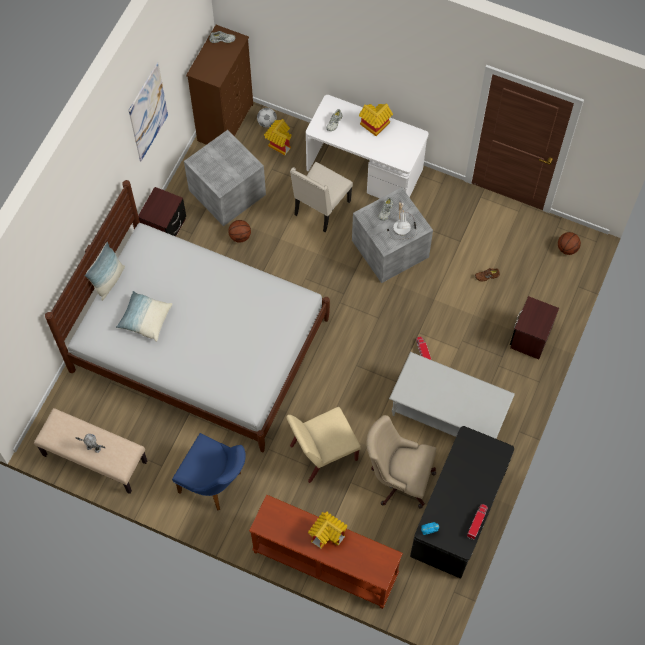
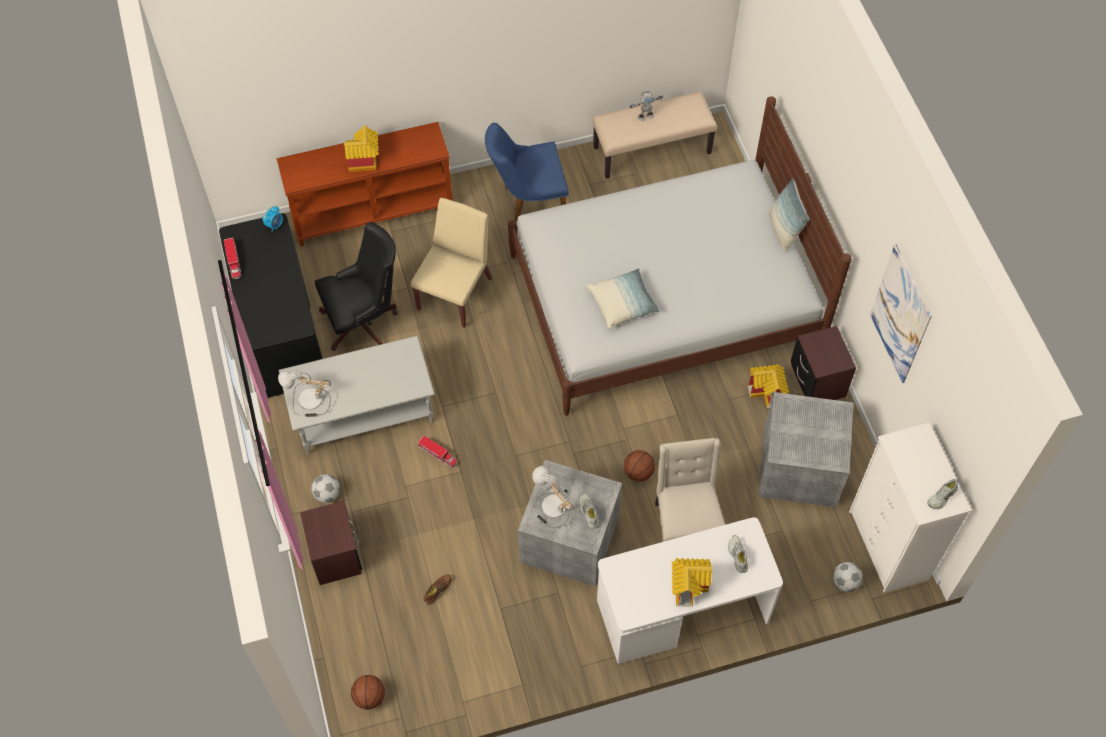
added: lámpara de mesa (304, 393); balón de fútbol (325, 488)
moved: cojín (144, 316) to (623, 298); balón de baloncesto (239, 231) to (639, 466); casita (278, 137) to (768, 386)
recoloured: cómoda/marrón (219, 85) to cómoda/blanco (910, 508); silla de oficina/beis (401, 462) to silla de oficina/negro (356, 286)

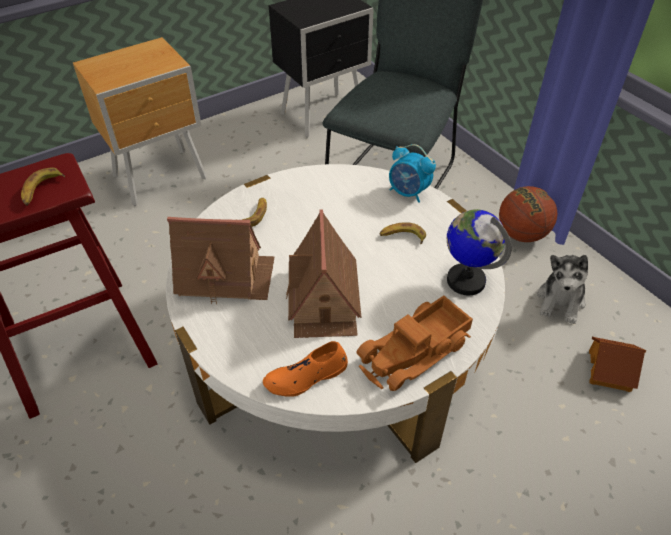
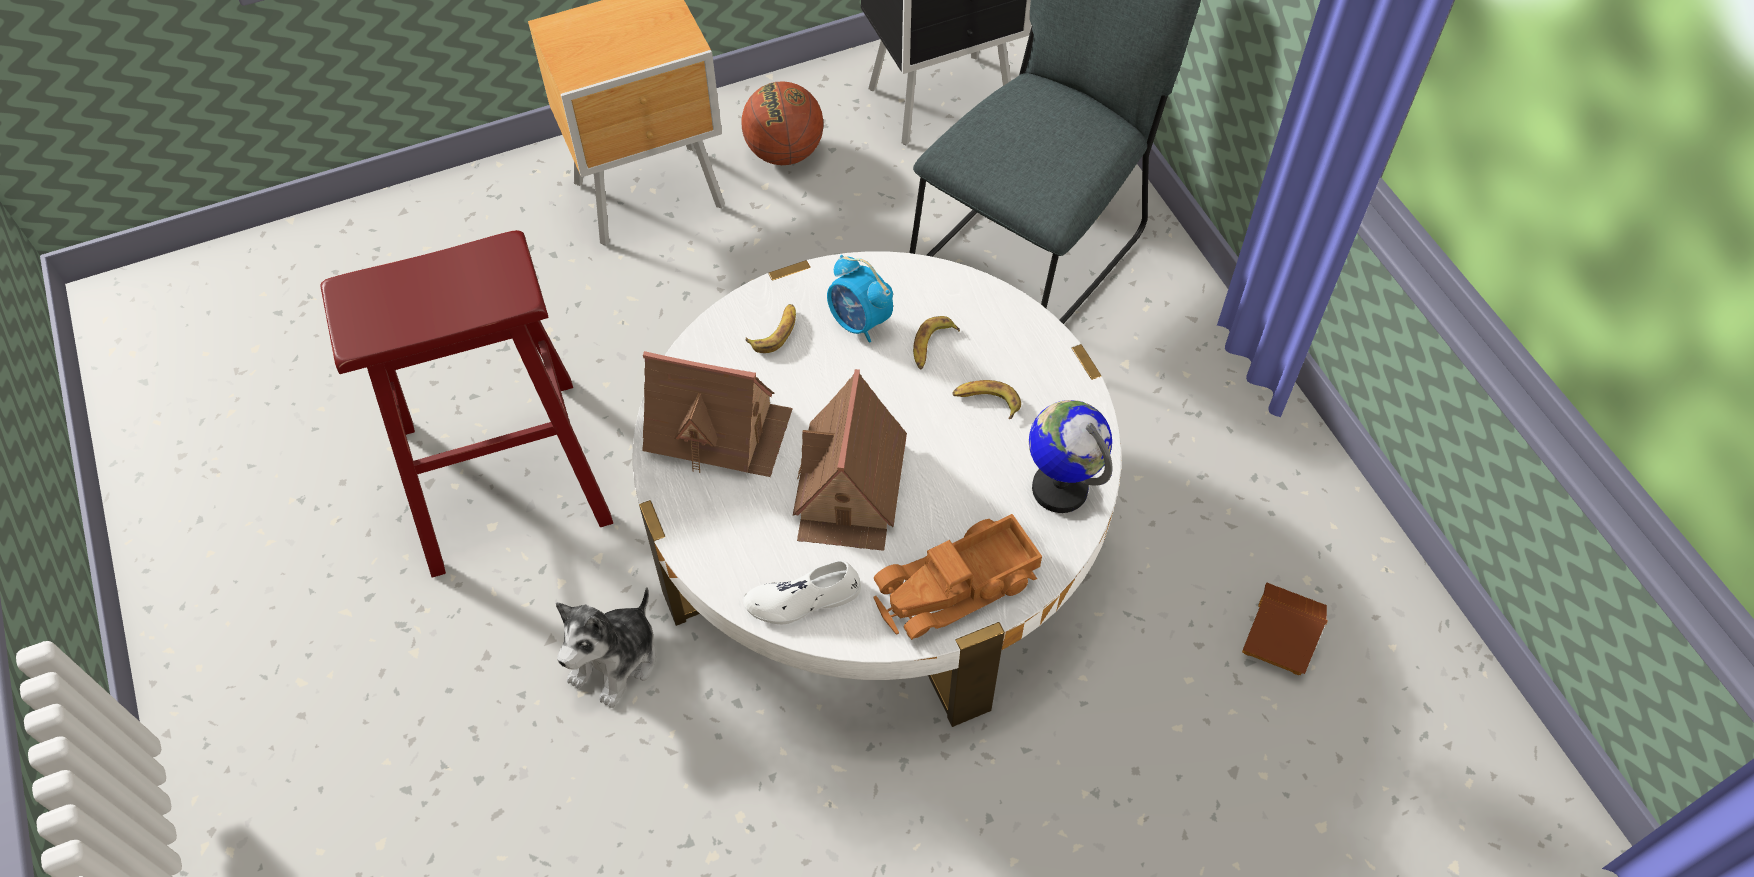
moved: plátano (43, 186) to (936, 343); despertador (412, 173) to (860, 299); balón de baloncesto (528, 214) to (782, 123); peluche (562, 289) to (606, 647)
recoloured: zapato/naranja (305, 369) to zapato/blanco (802, 592)

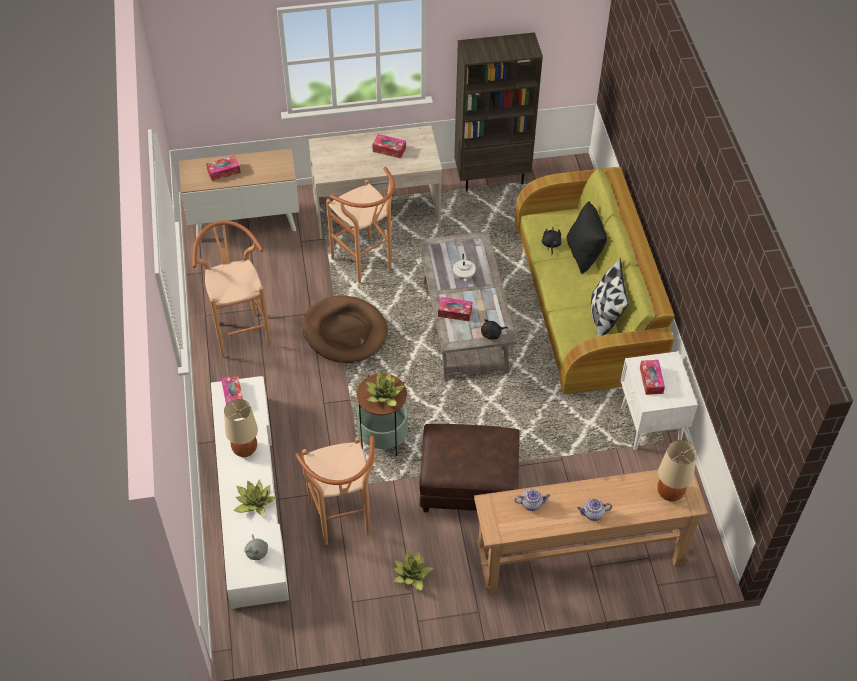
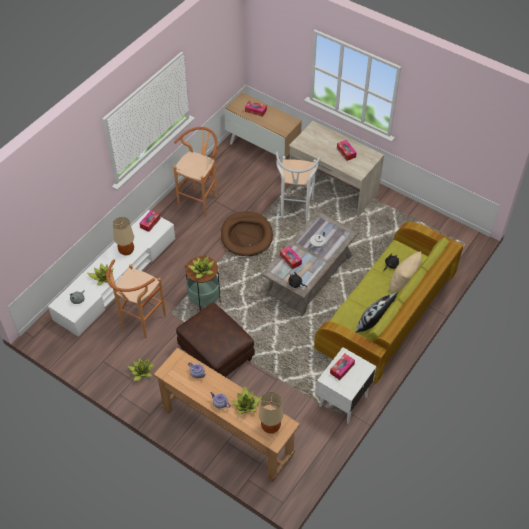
removed: estantería/marrón (498, 111)
added: planta en maceta (247, 400)
recoloured: taburete/marrón (360, 225) to taburete/blanco (298, 186); cojín/negro (587, 237) to cojín/beis (405, 272)

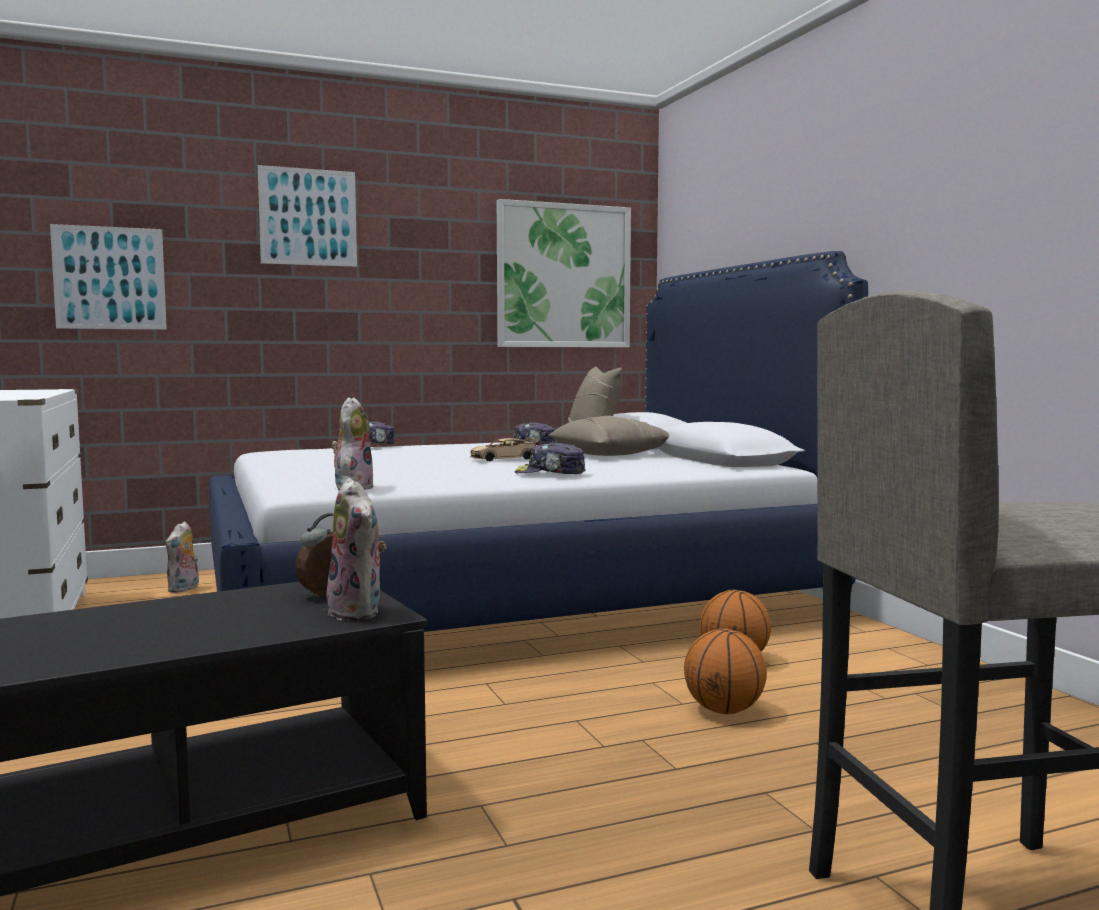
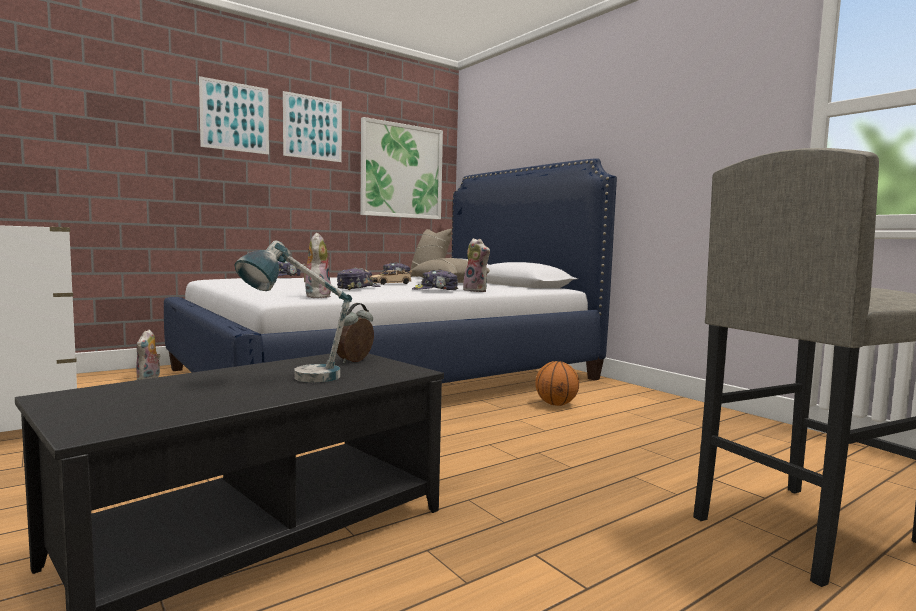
removed: balón de baloncesto (725, 671)
added: lámpara de mesa (293, 312); gorra (359, 279)
moved: cuadro (108, 277) to (312, 126); peluche (356, 549) to (476, 265)

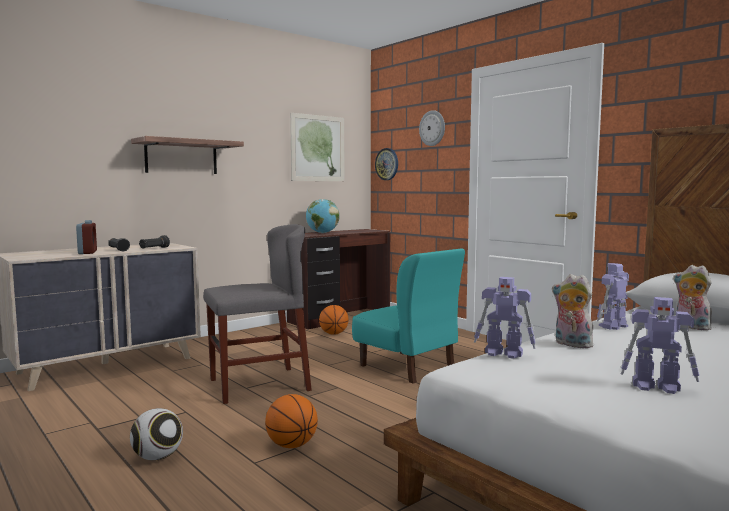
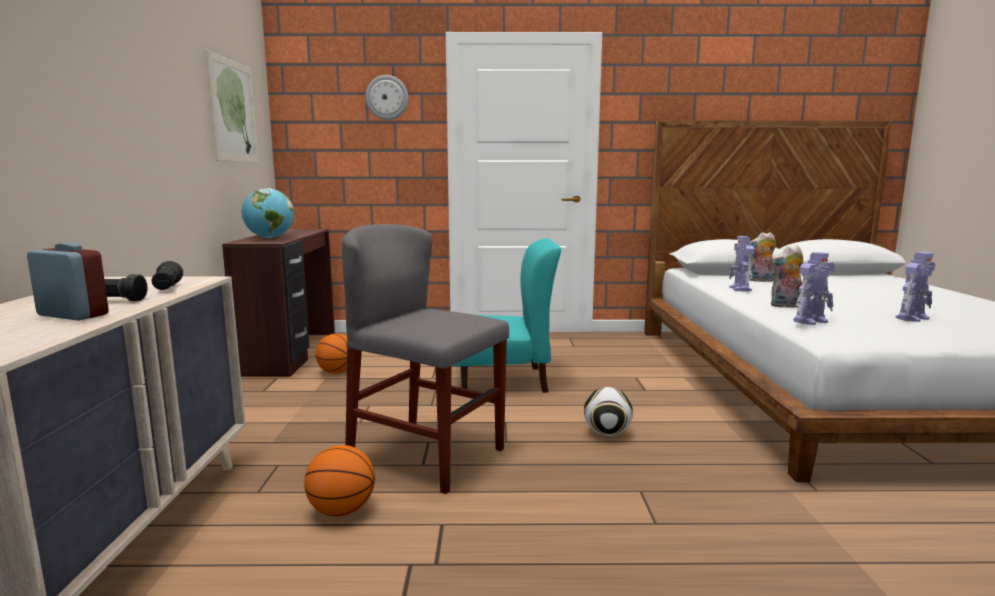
removed: estante (187, 155); reloj de pared (386, 164)
moved: balón de fútbol (156, 434) to (608, 411); balón de baloncesto (291, 421) to (339, 481)
turned: silla/gris (257, 314) = (425, 359) 75 degrees counterclockwise

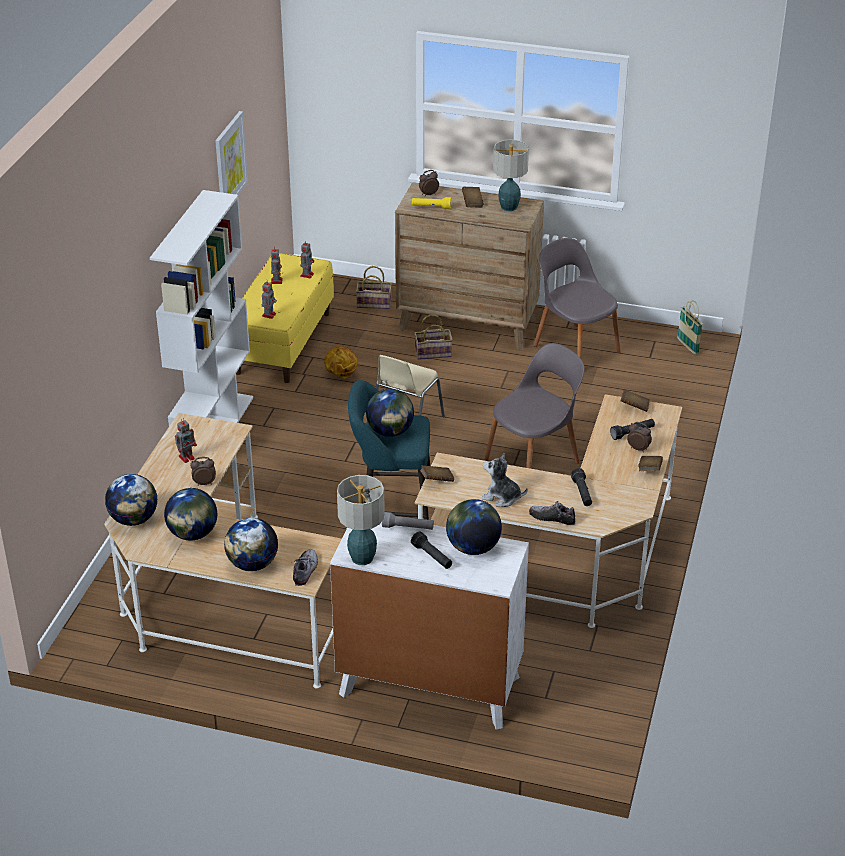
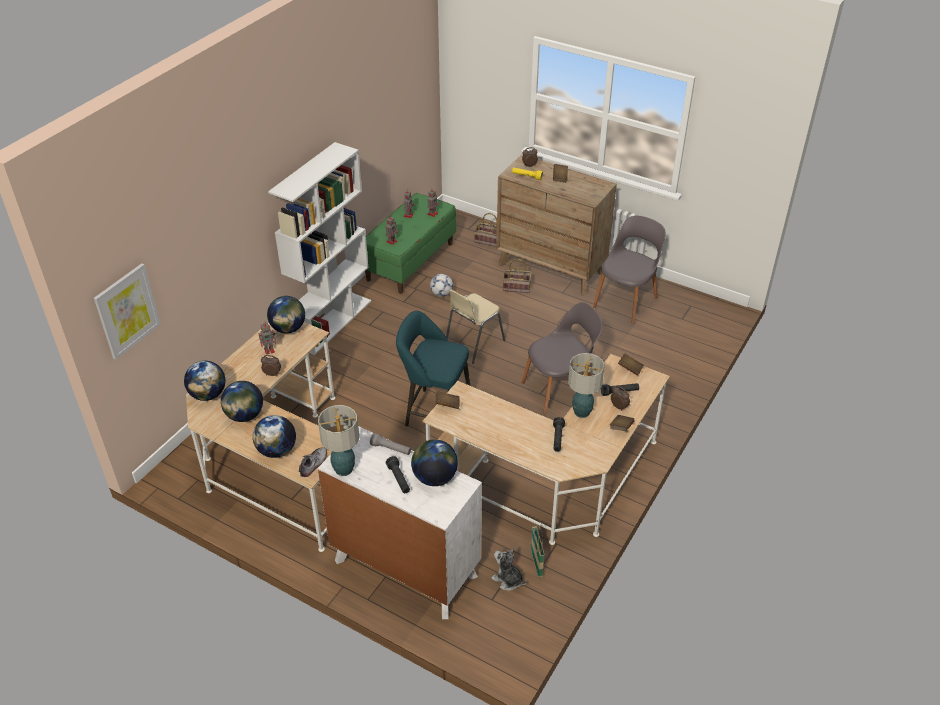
removed: zapato (552, 513)
moved: cuadro (231, 153) to (127, 311); globo terráqueo (390, 413) to (286, 314); peluche (505, 480) to (508, 569); lámpara de mesa (511, 175) to (586, 385); cesta (690, 327) to (538, 551)
replaced: balón de baloncesto (341, 362) to balón de fútbol (441, 285)
recoloured: banco/amarillo (285, 318) to banco/verde (410, 243)
turned: silla/gris (577, 299) = (629, 270) 60 degrees clockwise

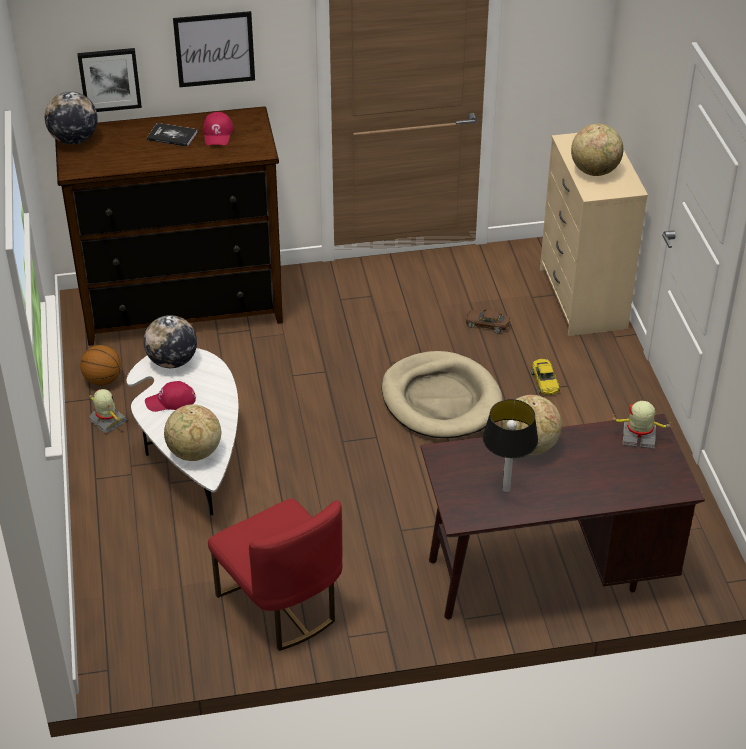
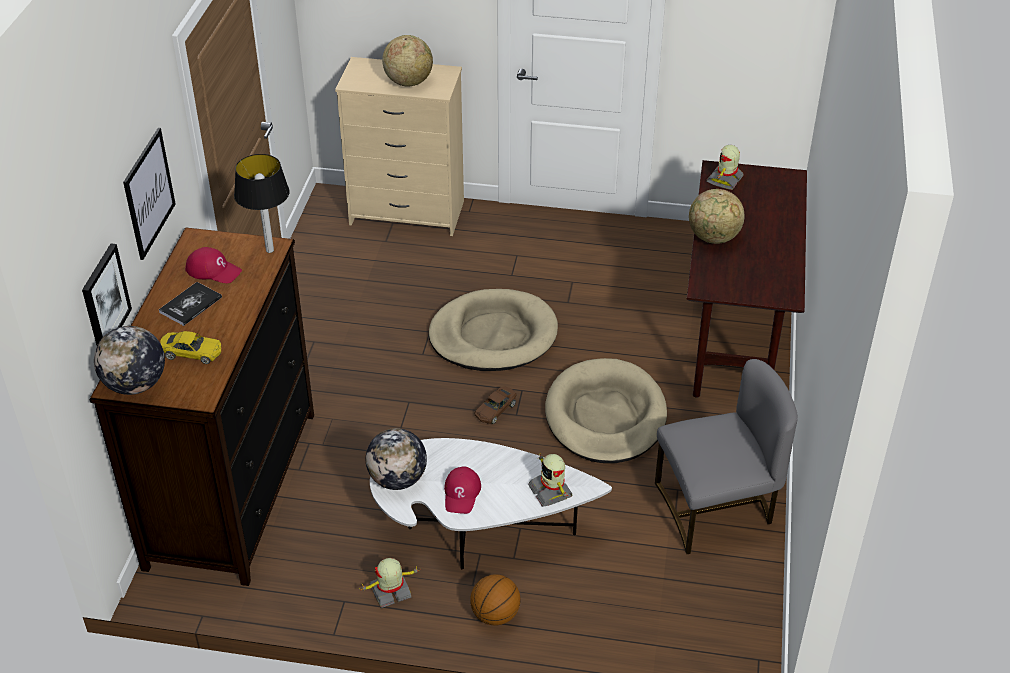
added: cama para perro/beis (606, 410)
moved: balón de baloncesto (100, 365) to (495, 600); coche de juguete/marrón (488, 321) to (496, 405); lámpara de mesa (510, 445) to (261, 203); coche de juguete/amarillo (545, 377) to (190, 347)
replaced: globo terráqueo (192, 432) to robot de juguete (550, 480)
recoloured: silla/rojo (275, 574) to silla/gris (726, 456)

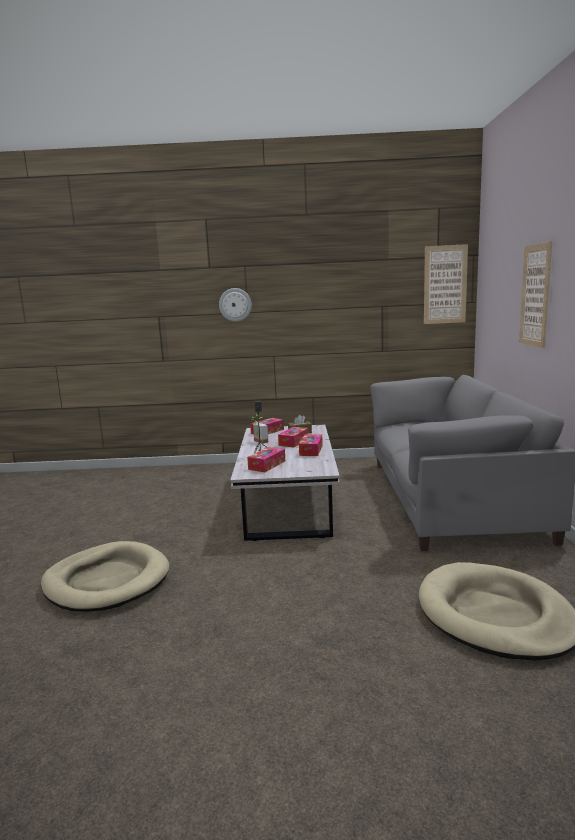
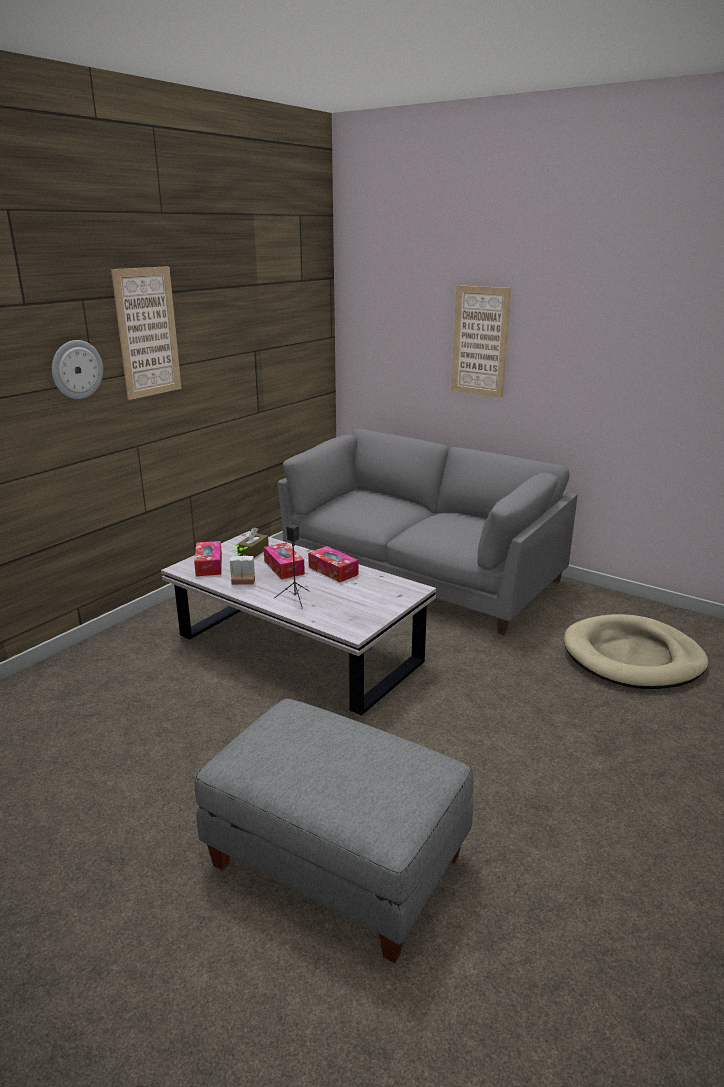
removed: caja de pañuelos (266, 459)
moved: cuadro (446, 284) to (146, 333)
replaced: cama para perro/beis (105, 576) to puf/gris (334, 831)

